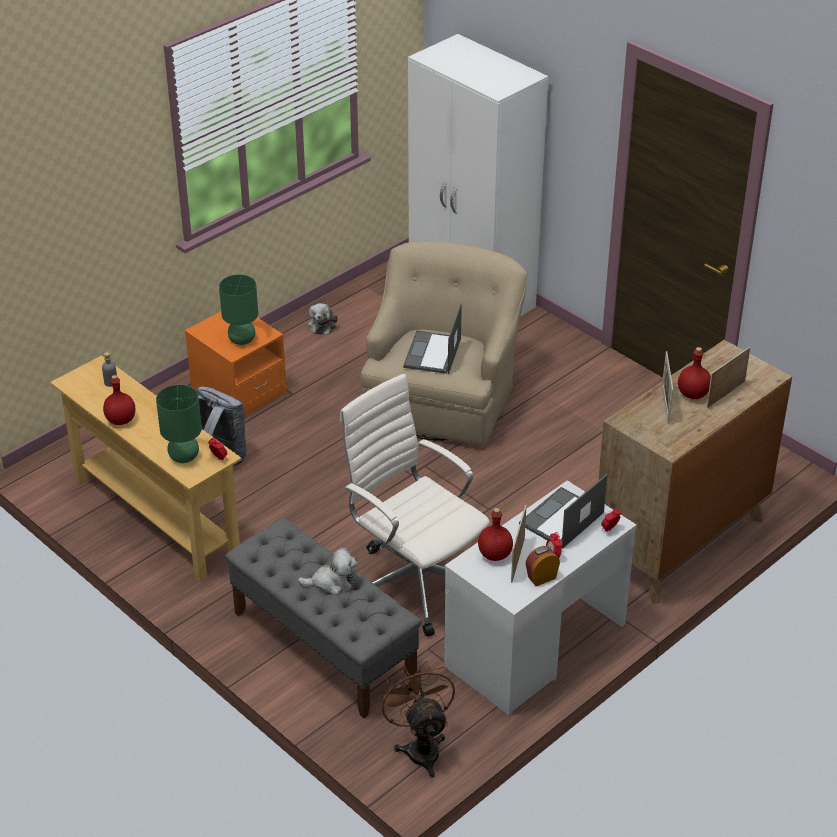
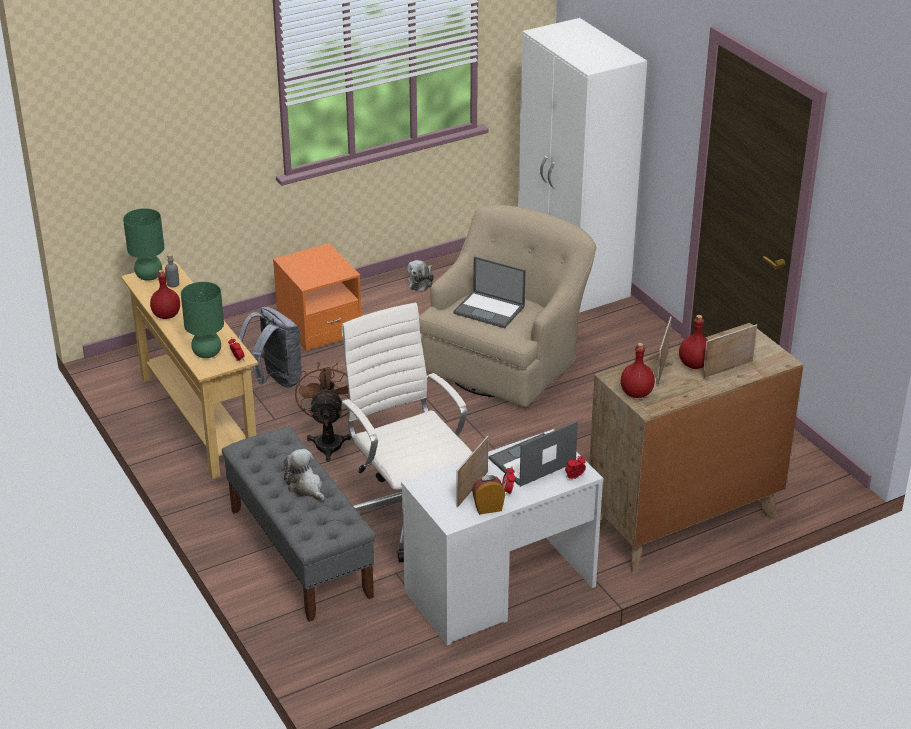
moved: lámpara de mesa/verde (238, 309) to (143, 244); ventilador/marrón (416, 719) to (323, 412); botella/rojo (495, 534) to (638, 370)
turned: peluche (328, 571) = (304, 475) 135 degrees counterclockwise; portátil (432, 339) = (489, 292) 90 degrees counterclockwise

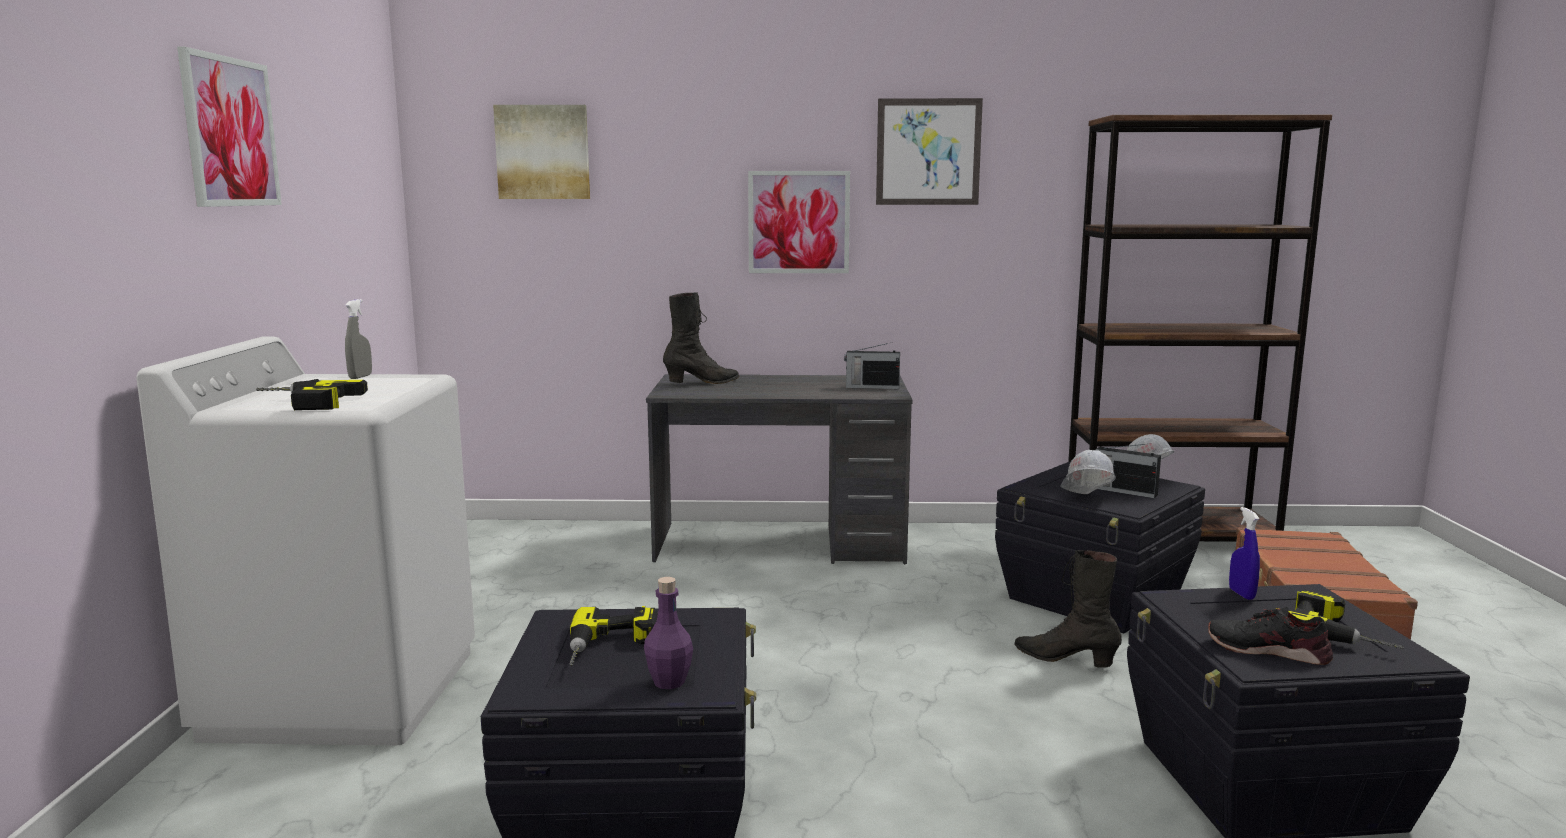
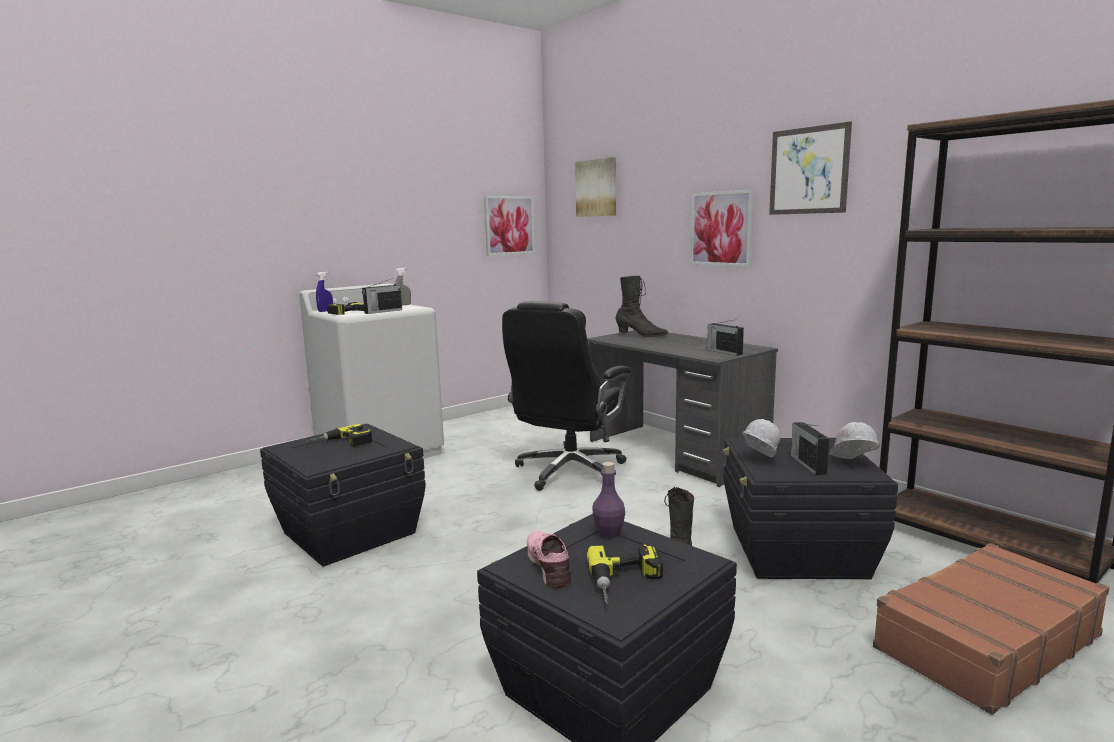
added: radio (382, 296); silla de oficina/negro (566, 396)
moved: cuadro (229, 127) to (509, 226); botella/morado (668, 633) to (608, 500); pulverizador/azul (1244, 553) to (324, 292)
recoloured: zapato/negro (1270, 636) to zapato/rosa (549, 559)

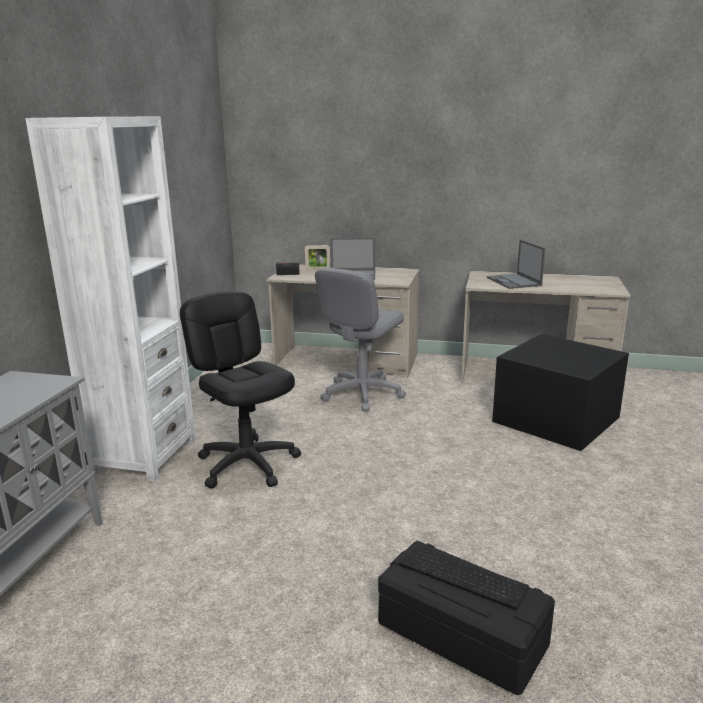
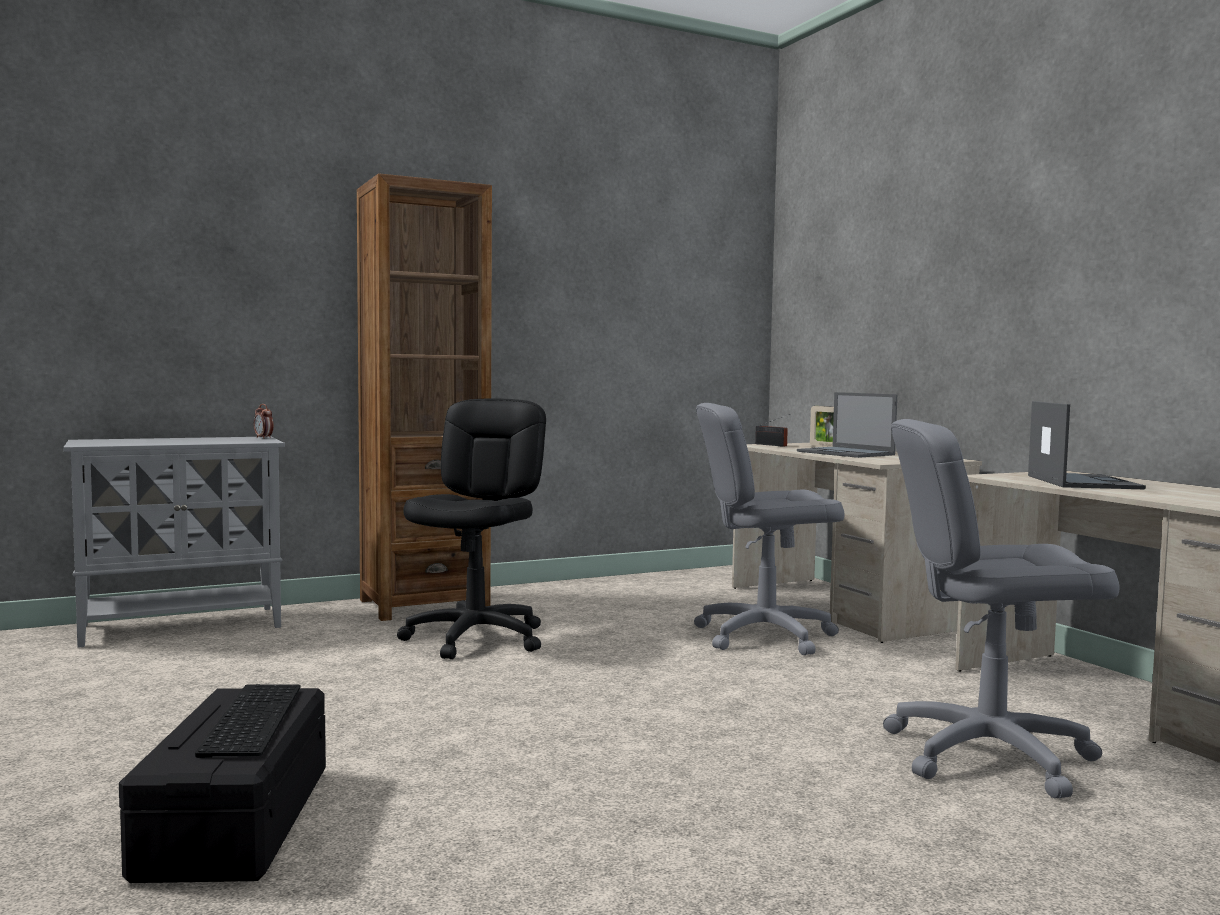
added: despertador (263, 421)
replaced: caja de almacenaje/negro (560, 392) to silla de oficina/gris (1001, 608)
recoloured: estantería/blanco (111, 299) to estantería/marrón (424, 397)
turned: portátil (516, 264) = (1087, 445) 150 degrees clockwise

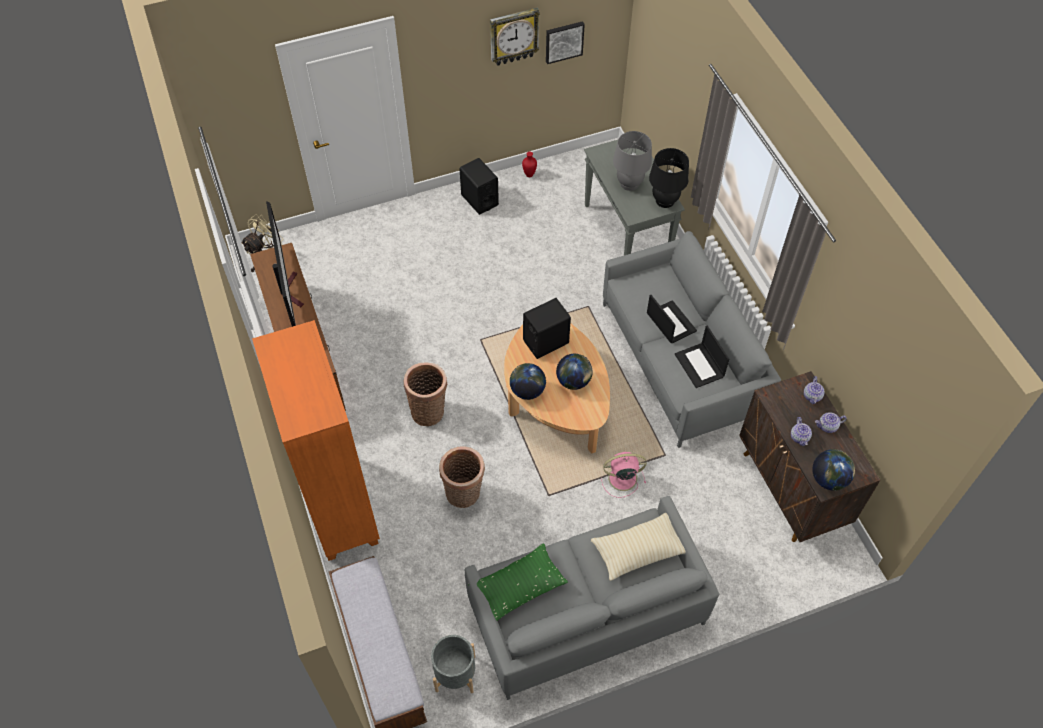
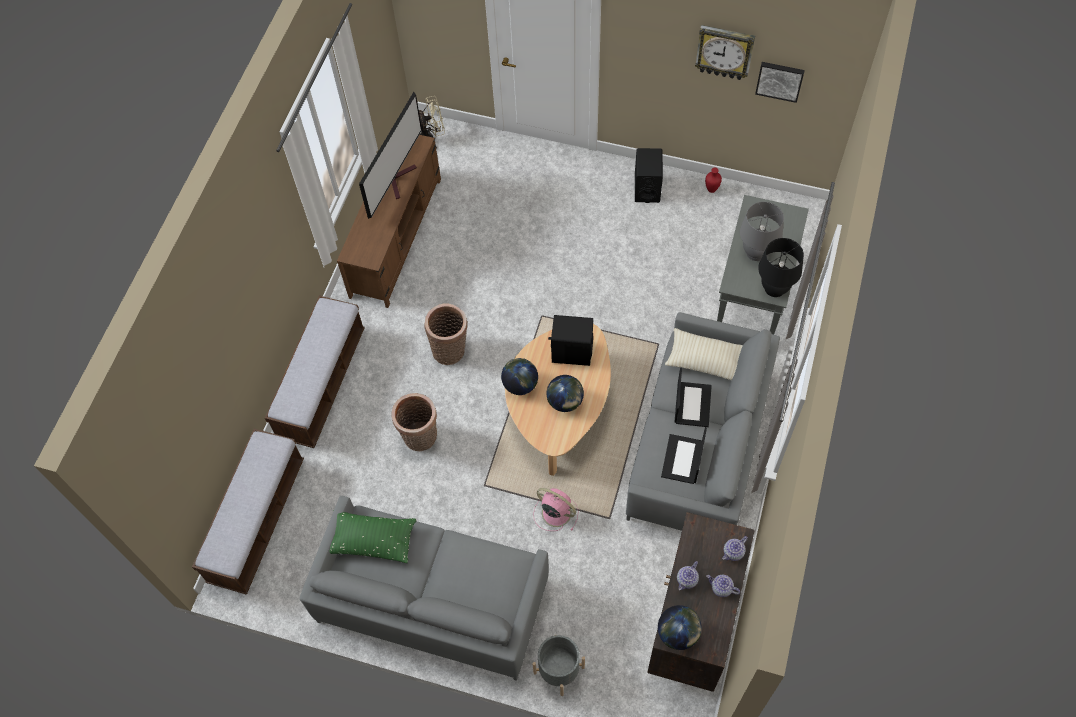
moved: maceta/gris (453, 664) to (558, 665); cojín/beis (638, 547) to (704, 354)
replaced: estantería/naranja (316, 440) to banco (315, 372)

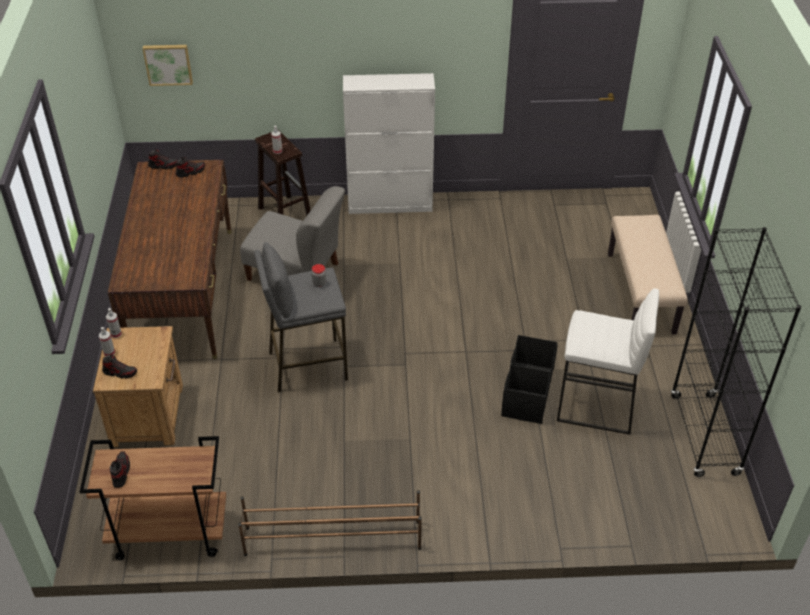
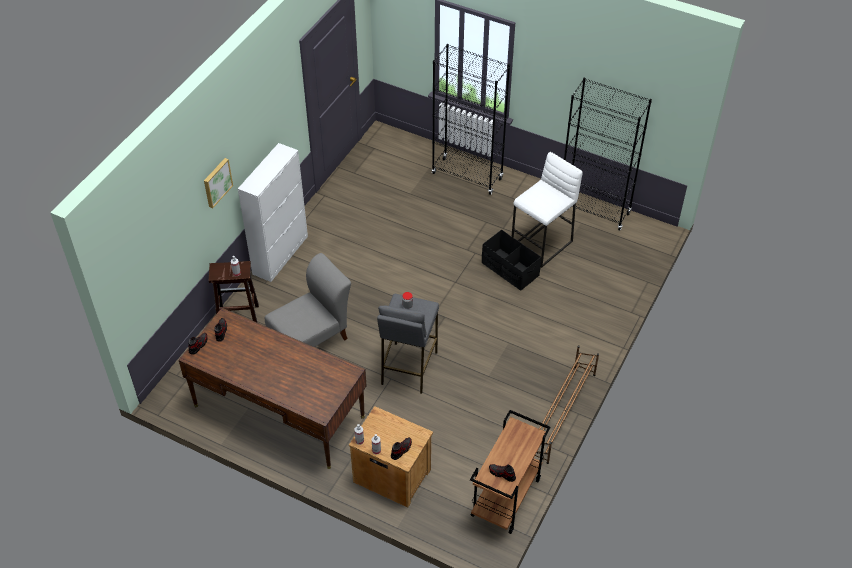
moved: cuadro (167, 65) to (218, 183)
replaced: banco/beis (648, 275) to estantería/negro (471, 119)

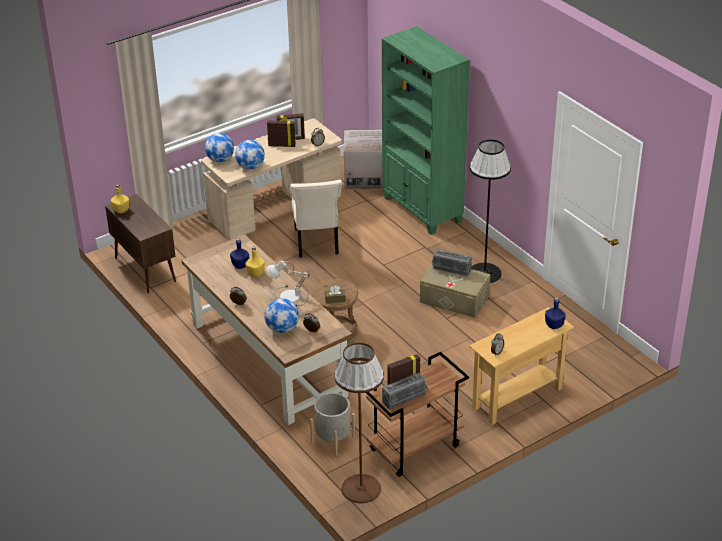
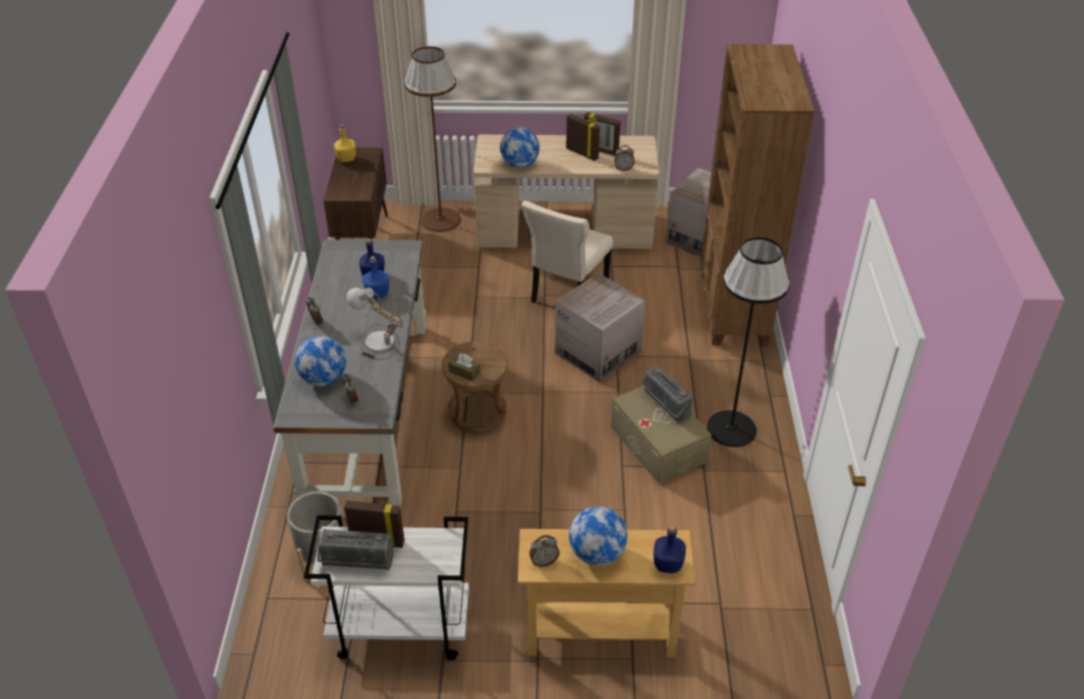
added: caja de cartón (600, 328)
moved: globo terráqueo (219, 147) to (598, 536); lámpara de pie/marrón (359, 423) to (432, 139)
recoloured: escritorio/marrón (266, 330) to escritorio/gris (349, 373); botella/amarillo (255, 262) to botella/azul (375, 277); carrito/marrón (417, 414) to carrito/blanco (386, 587); estantería/verde (426, 130) to estantería/marrón (758, 195)

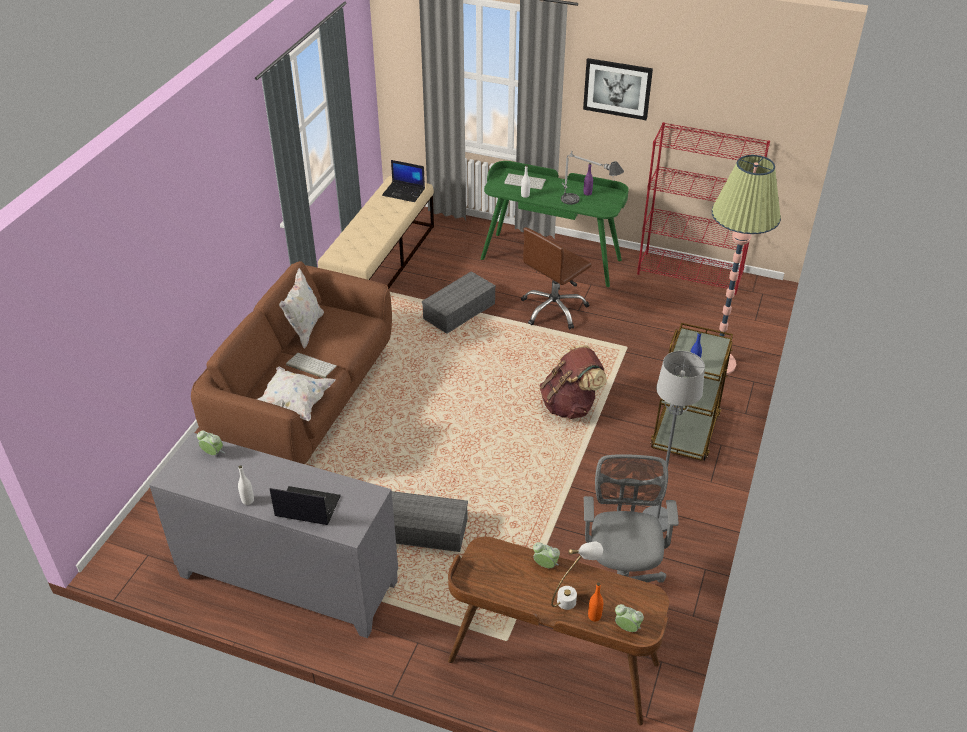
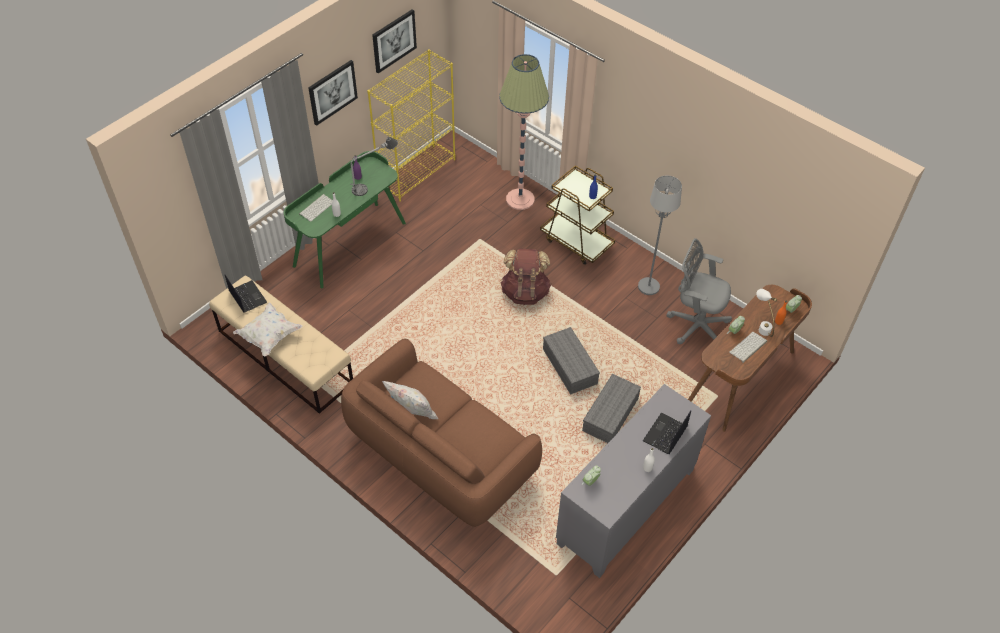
removed: silla de oficina/marrón (556, 278)
added: cuadro (394, 41)
moved: cojín/blanco (296, 394) to (268, 329); teclado (311, 365) to (748, 347); caja de almacenaje/gris (459, 302) to (571, 361)
recoloured: estantería/rojo (703, 208) to estantería/amarillo (411, 125)
turned: portátil (403, 181) = (246, 294) 75 degrees counterclockwise

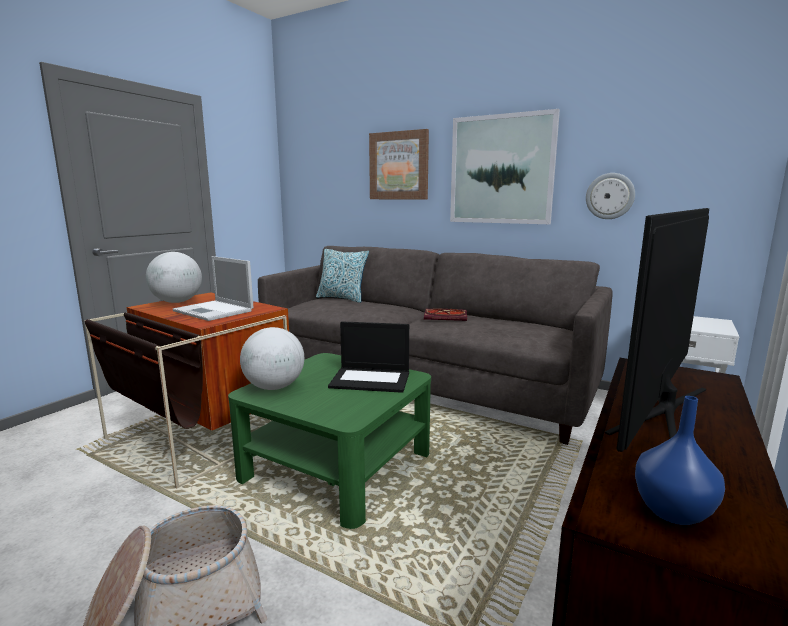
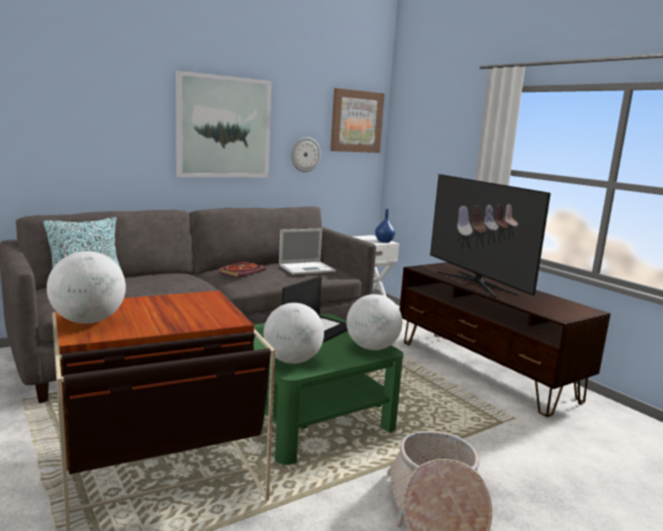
added: globo terráqueo (374, 322)
moved: portátil (213, 288) to (307, 252); cuadro (399, 164) to (357, 120); florero/azul (680, 460) to (385, 226)

